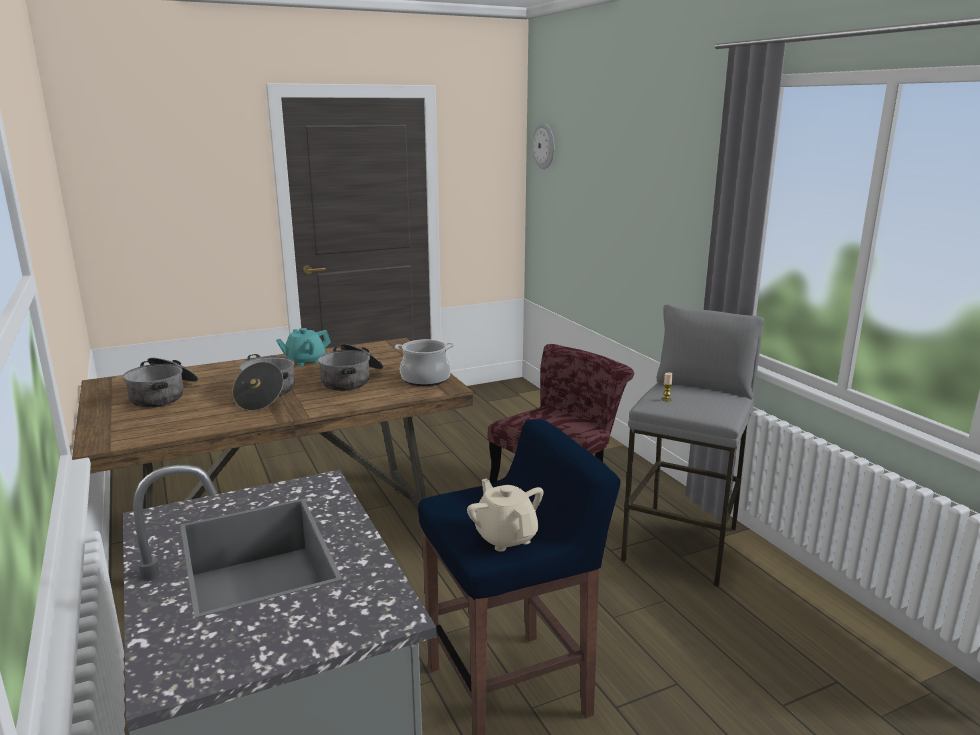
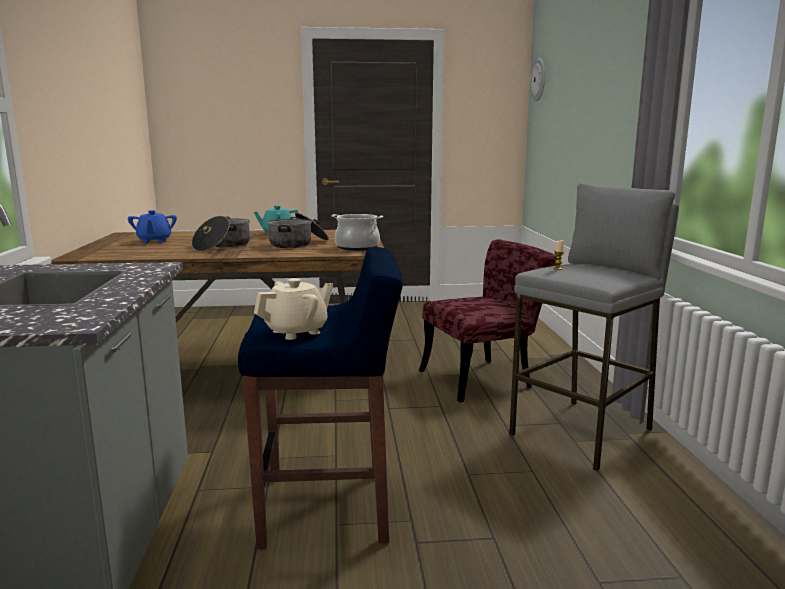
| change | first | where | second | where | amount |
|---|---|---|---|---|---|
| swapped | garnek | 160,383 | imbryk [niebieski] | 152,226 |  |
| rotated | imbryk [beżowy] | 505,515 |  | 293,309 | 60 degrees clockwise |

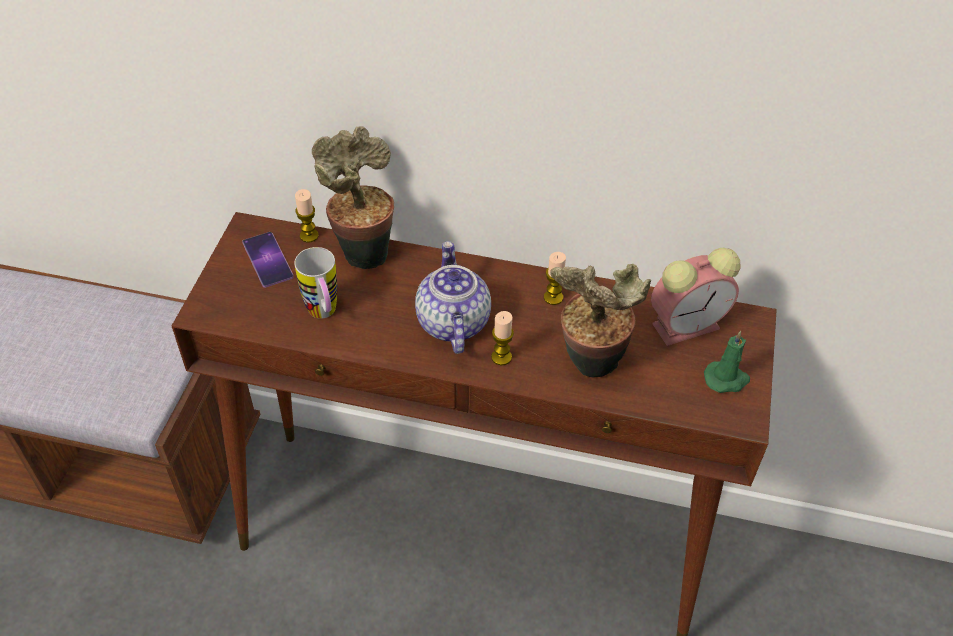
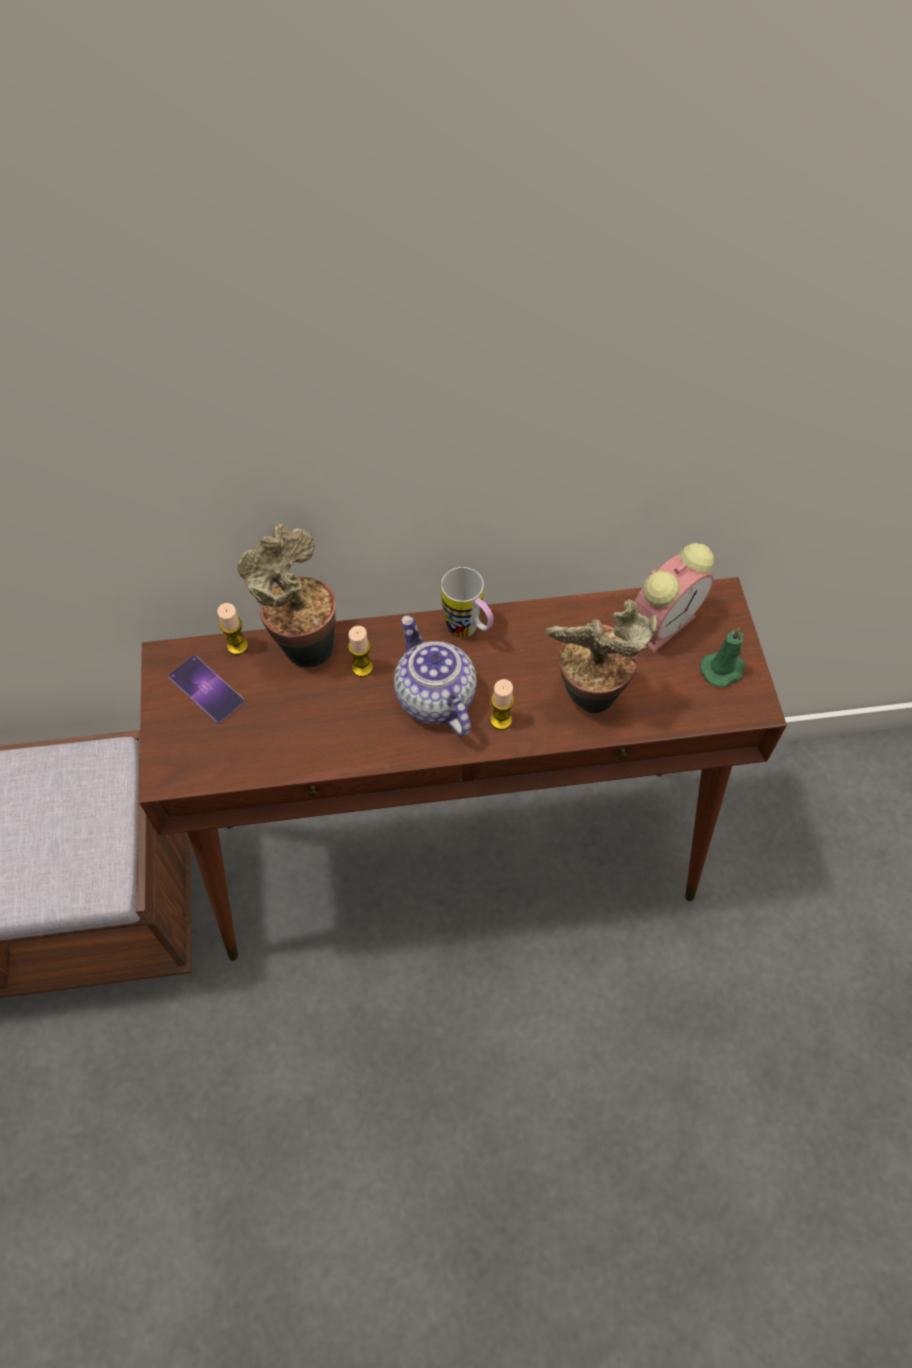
| change | first | where | second | where | amount |
|---|---|---|---|---|---|
| shifted | świeca | 555,278 |  | 360,651 |  |
| shifted | kubek | 315,283 |  | 467,602 |  |

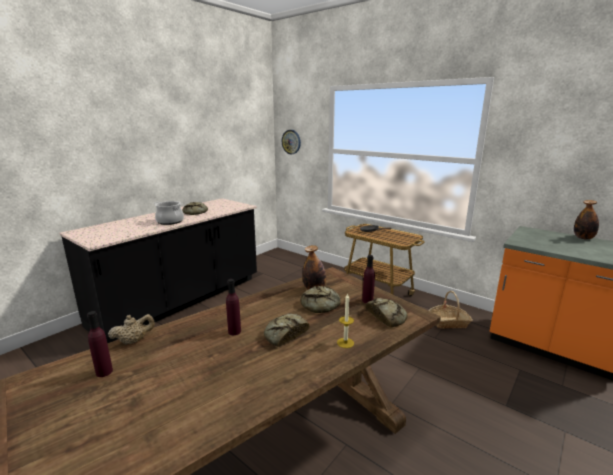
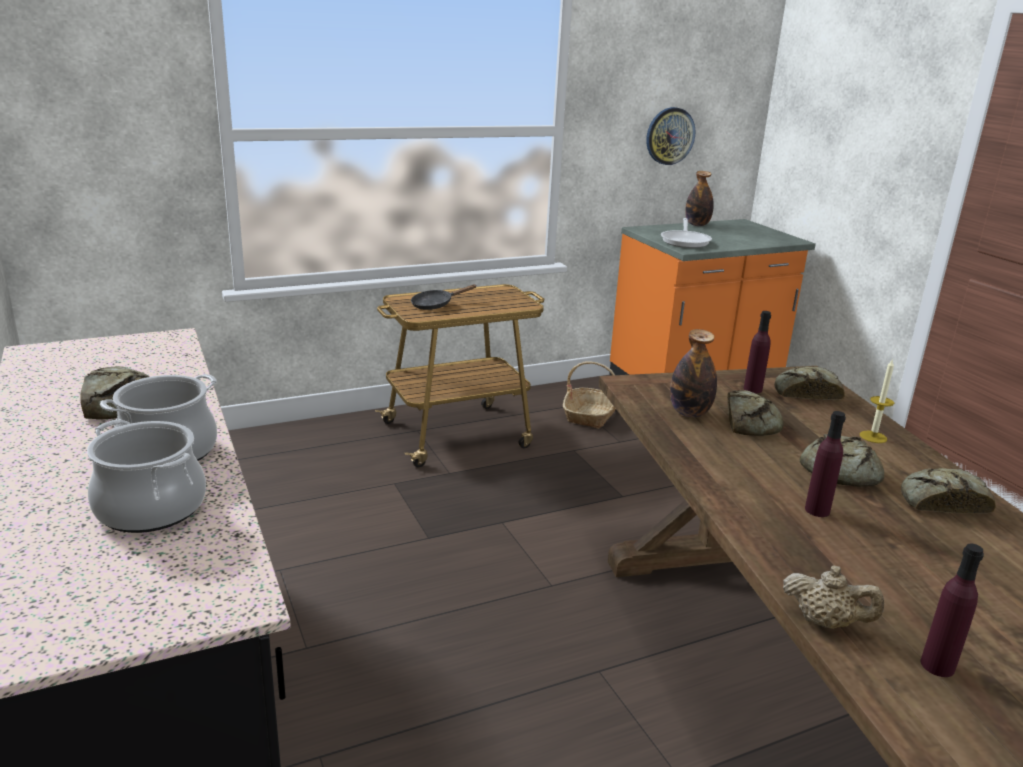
| change | first | where | second | where | amount |
|---|---|---|---|---|---|
| new |  |  | garnek | 146,476 |  |
| shifted | zegar ścienny | 291,142 |  | 671,136 |  |
| new |  |  | patelnia | 686,233 |  |
| rotated | imbryk [beżowy] | 131,329 |  | 833,597 | 120 degrees clockwise |
| new |  |  | chleb | 948,490 |  |

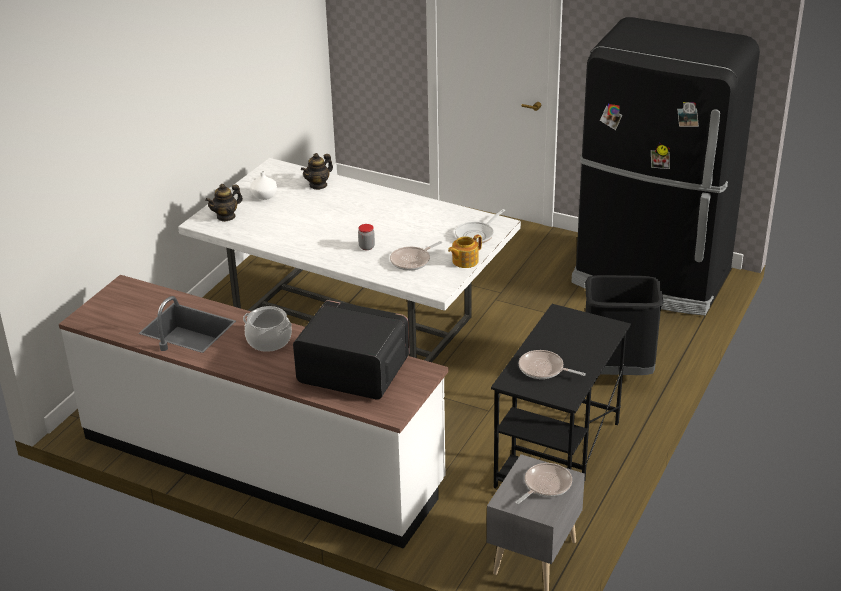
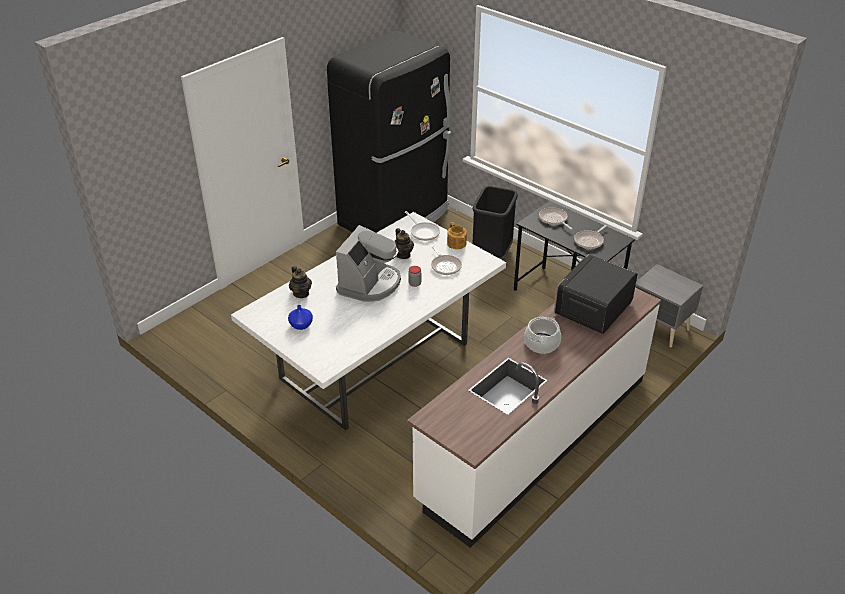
| change | first | where | second | where | amount |
|---|---|---|---|---|---|
| repainted | wazon [biały] | 263,185 | wazon [niebieski] | 300,317 |  |
| new |  |  | ekspres do kawy | 368,263 |  |
| shifted | imbryk | 224,203 |  | 404,243 |  |
| shifted | patelnia | 543,483 |  | 555,218 |  |

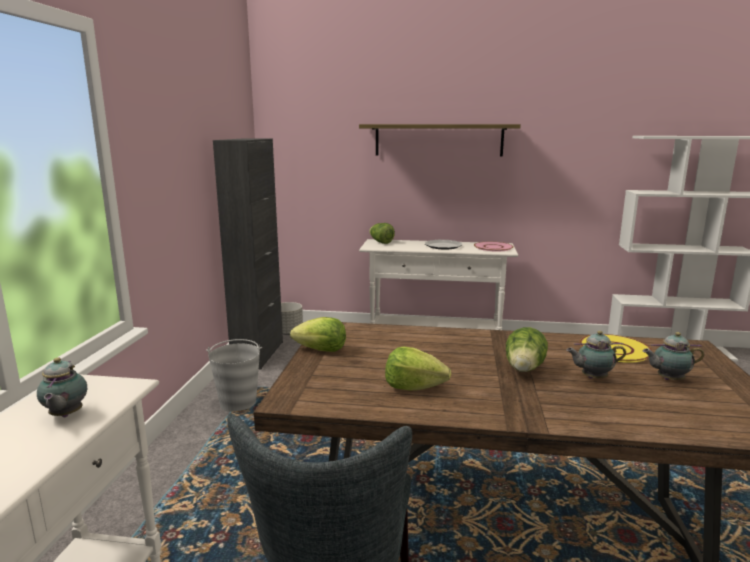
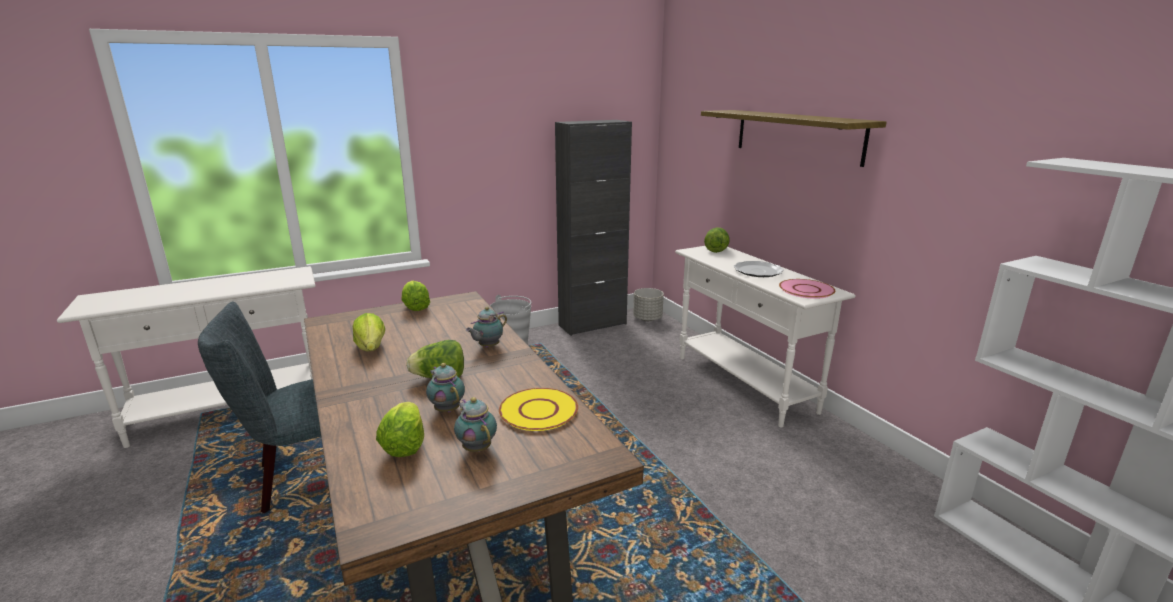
| change | first | where | second | where | amount |
|---|---|---|---|---|---|
| new |  |  | sałata | 400,429 |  |
| shifted | imbryk | 62,387 |  | 486,327 |  |

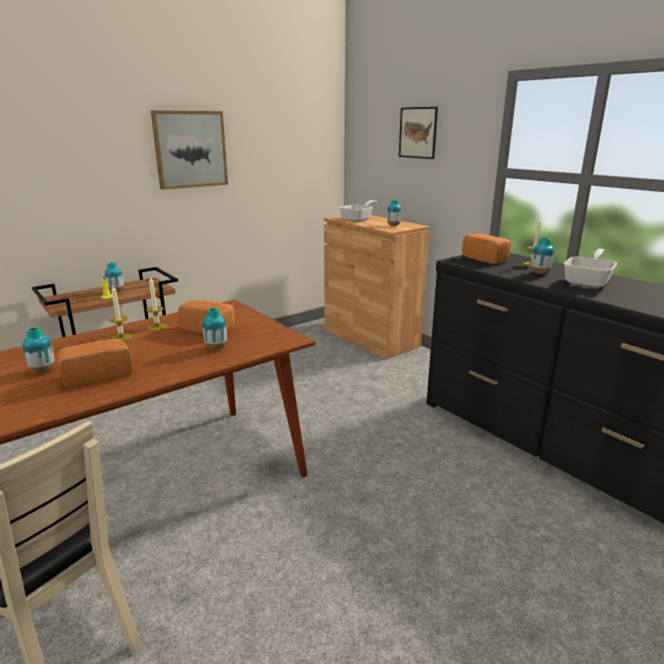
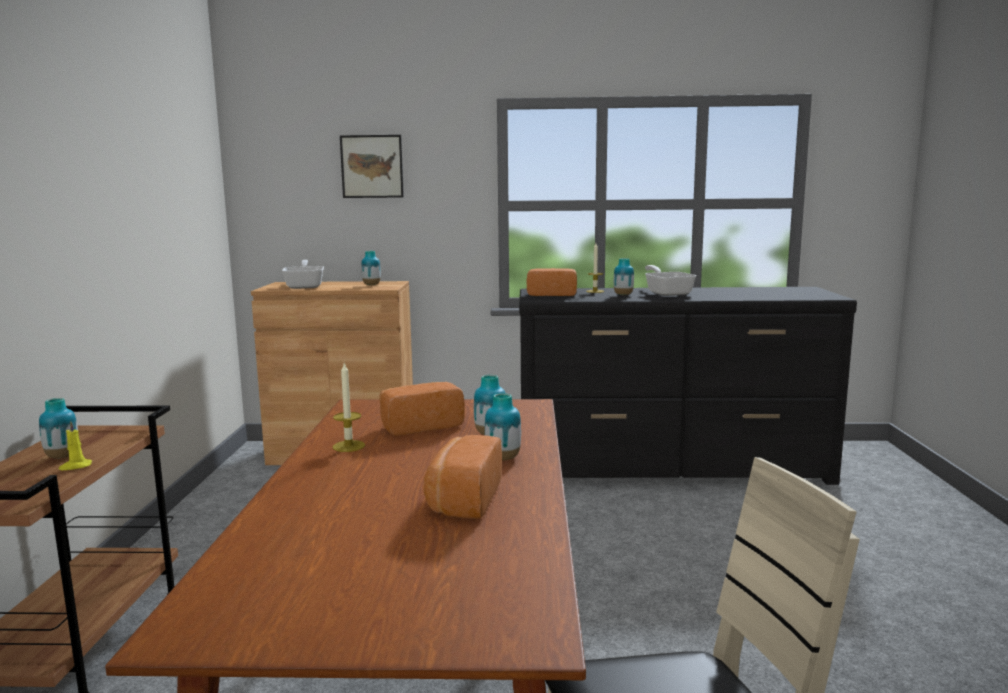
| change | first | where | second | where | amount |
|---|---|---|---|---|---|
| shifted | wazon | 38,350 |  | 503,426 |  |
| gone | świeca | 120,313 |  |  |  |
| gone | obraz | 189,150 |  |  |  |

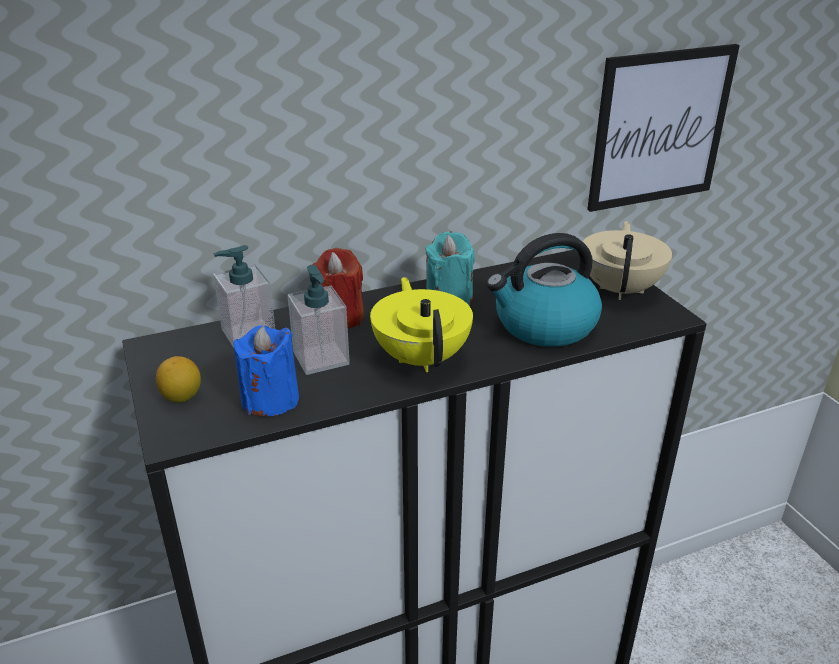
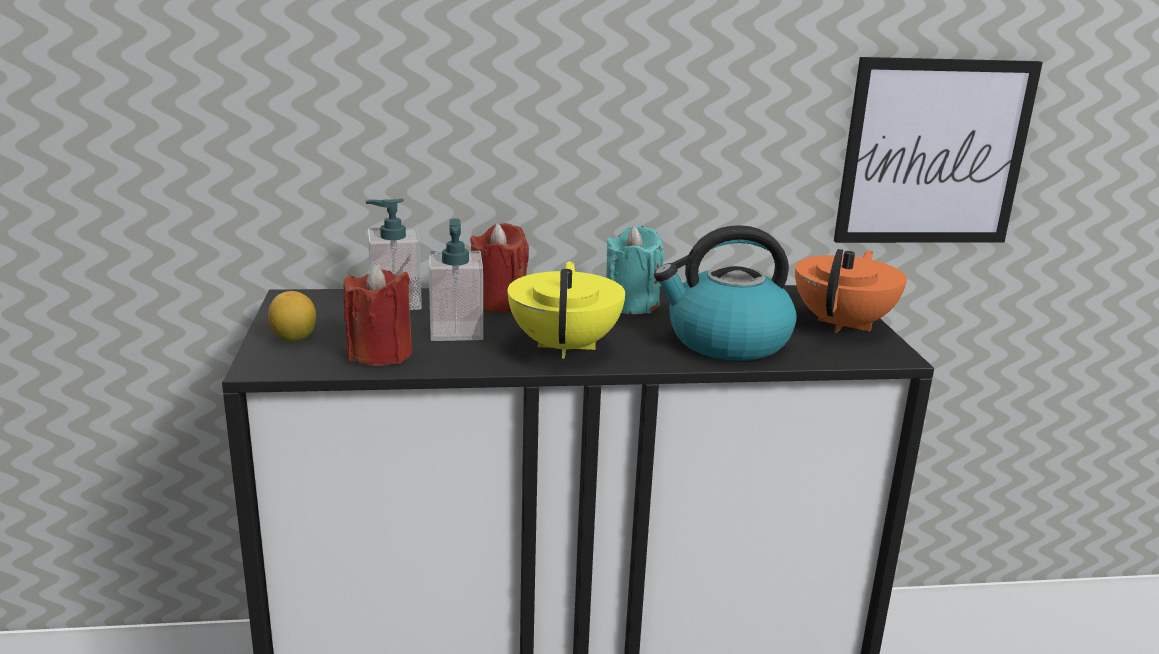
| change | first | where | second | where | amount |
|---|---|---|---|---|---|
| repainted | świeca [niebieski] | 266,371 | świeca [czerwony] | 377,315 |  |
| repainted | imbryk [beżowy] | 627,260 | imbryk [pomarańczowy] | 851,291 |  |

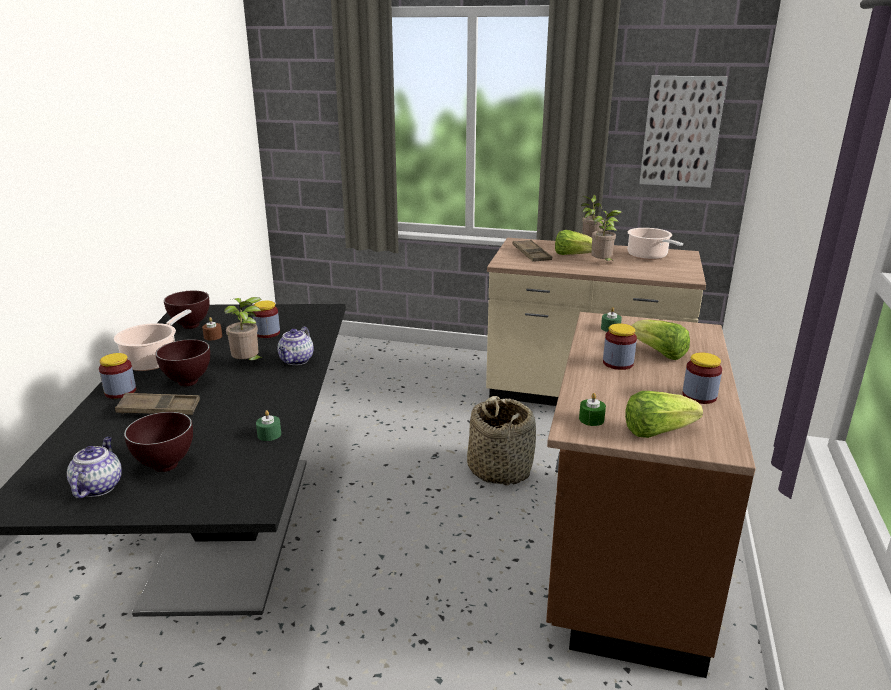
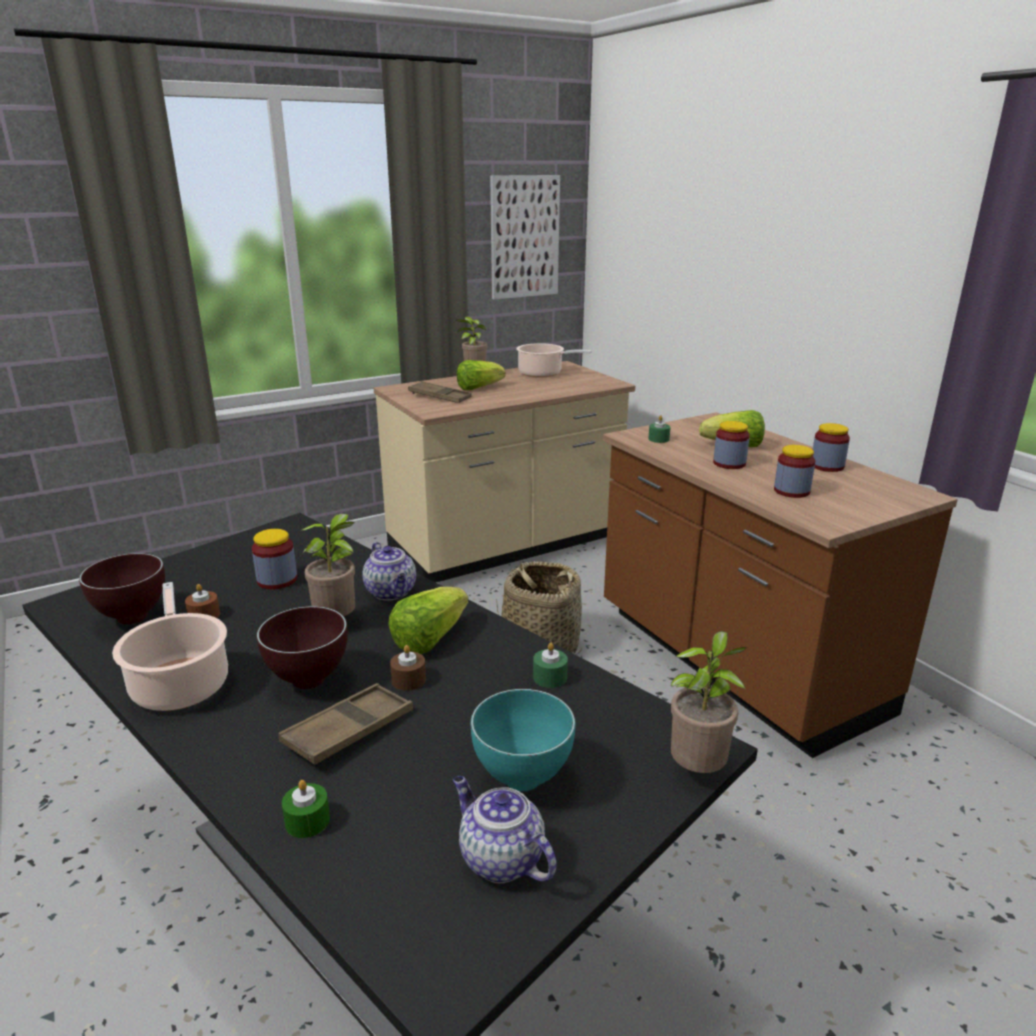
| change | first | where | second | where | amount |
|---|---|---|---|---|---|
| shifted | świeca [zielony] | 592,409 |  | 306,809 |  |
| shifted | sałata | 664,414 |  | 428,620 |  |
| new |  |  | świeca [brązowy] | 408,668 |  |
| repainted | miska [brązowy] | 158,442 | miska [turkusowy] | 523,740 |  |
| shifted | roślina doniczkowa | 606,235 |  | 709,702 |  |
| shifted | słoik | 117,376 |  | 794,471 |  |

